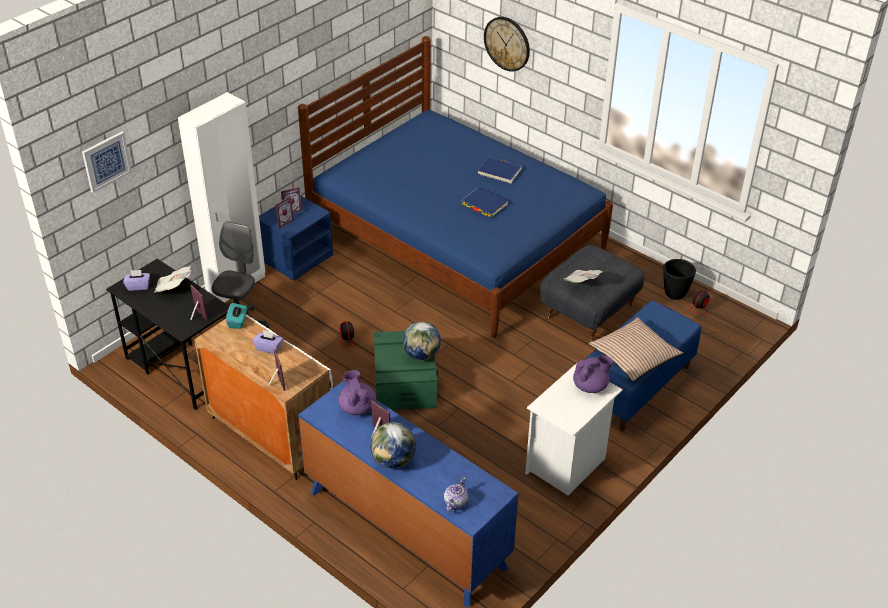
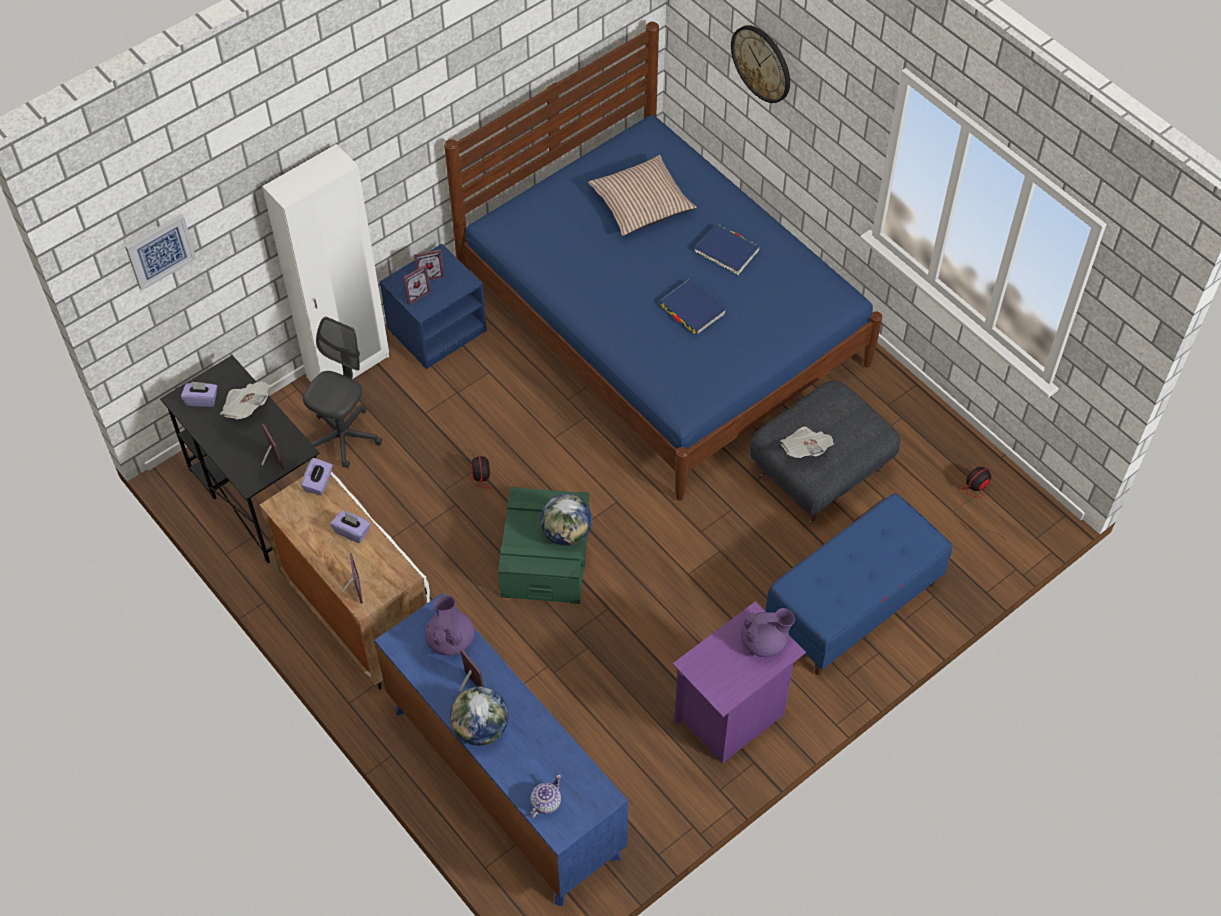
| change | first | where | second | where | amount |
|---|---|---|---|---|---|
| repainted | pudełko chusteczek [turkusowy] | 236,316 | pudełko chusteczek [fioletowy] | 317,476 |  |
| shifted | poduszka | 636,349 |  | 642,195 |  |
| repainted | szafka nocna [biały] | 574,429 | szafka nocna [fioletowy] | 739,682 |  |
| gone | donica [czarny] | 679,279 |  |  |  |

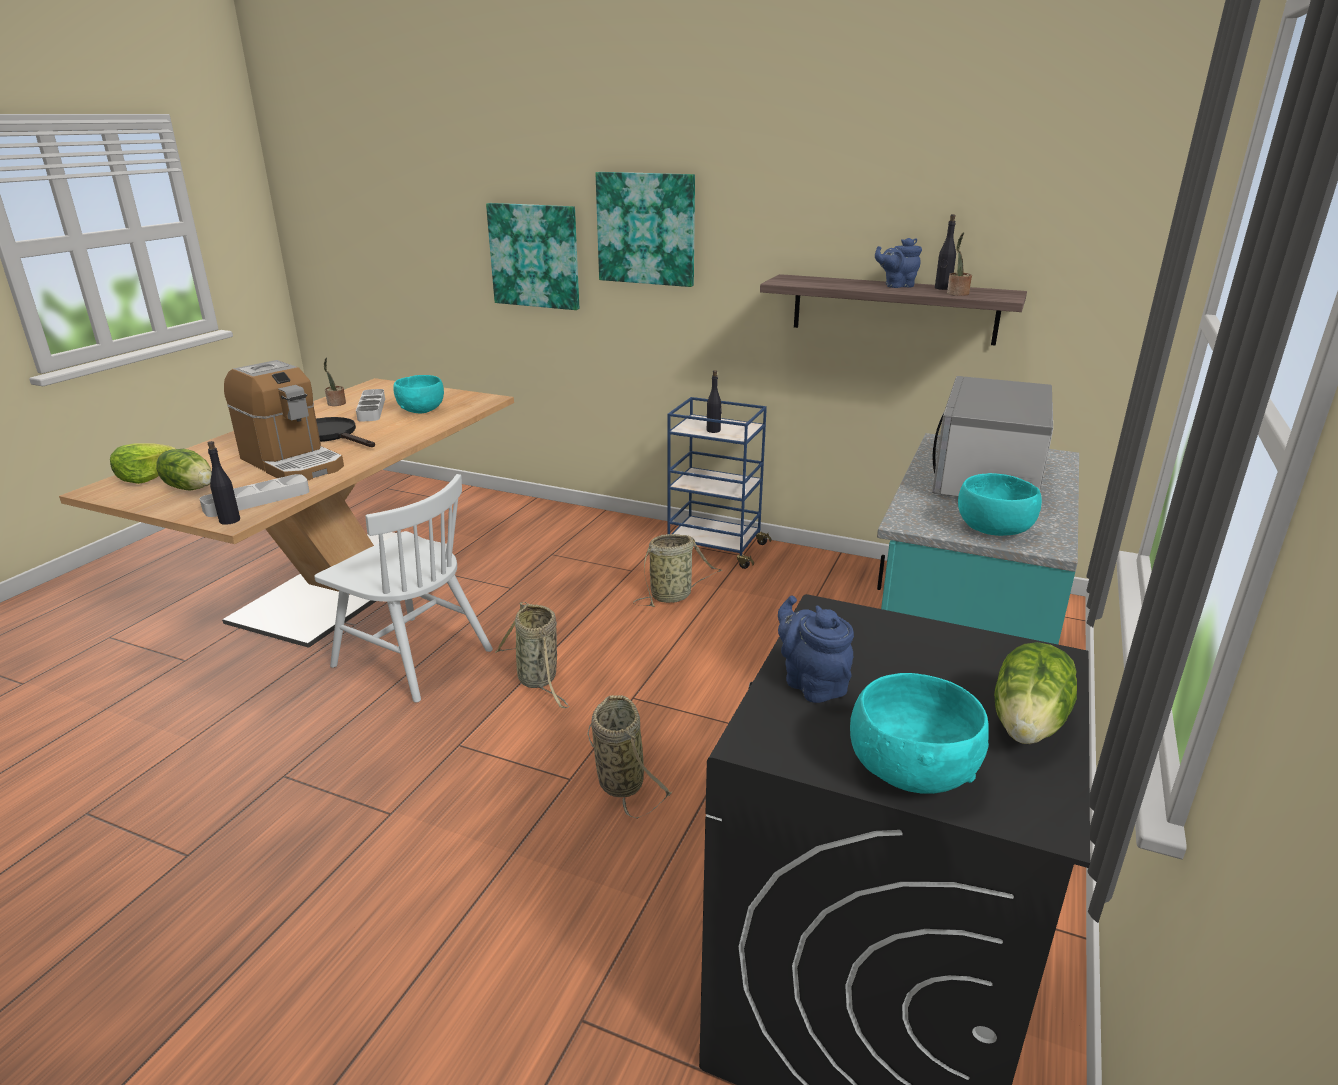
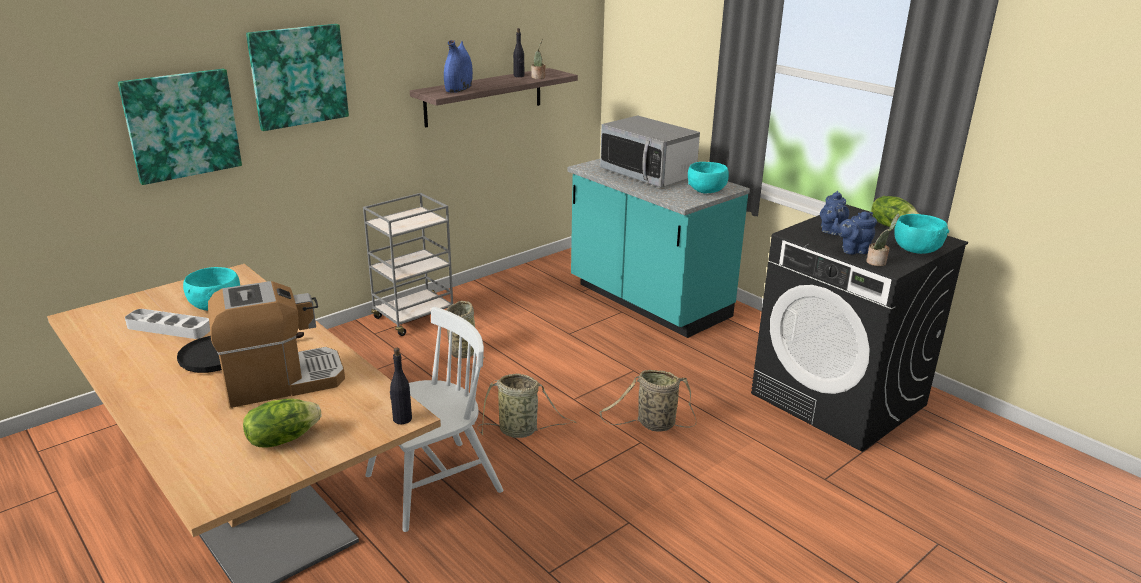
| change | first | where | second | where | amount |
|---|---|---|---|---|---|
| repainted | wózek [niebieski] | 720,483 | wózek [szary] | 408,264 |  |
| new |  |  | wazon [niebieski] | 458,66 |  |
| shifted | imbryk [niebieski] | 898,263 |  | 834,213 |  |
| shifted | roślina doniczkowa | 334,381 |  | 883,240 |  |
| gone | sałata | 143,463 |  |  |  |
| gone | taca [szary] | 254,495 |  |  |  |
| gone | butelka [czarny] | 714,401 |  |  |  |

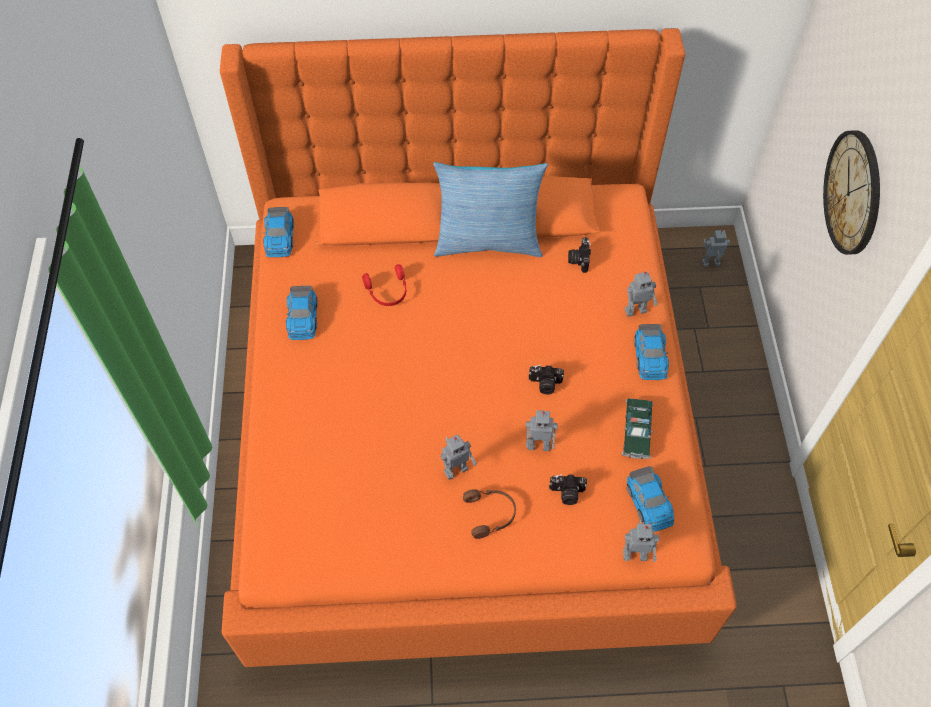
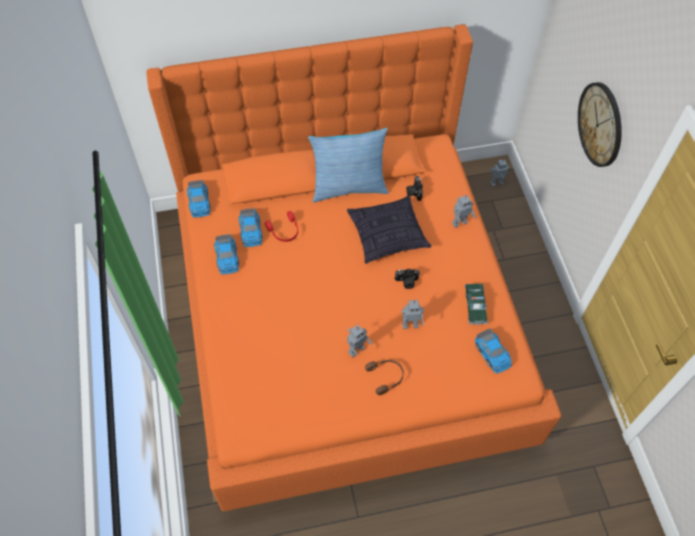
| change | first | where | second | where | amount |
|---|---|---|---|---|---|
| shifted | samochodzik | 651,352 |  | 250,227 |  |
| new |  |  | poduszka | 389,230 |  |
| gone | aparat fotograficzny | 568,489 |  |  |  |
| gone | robot zabawkowy | 641,540 |  |  |  |

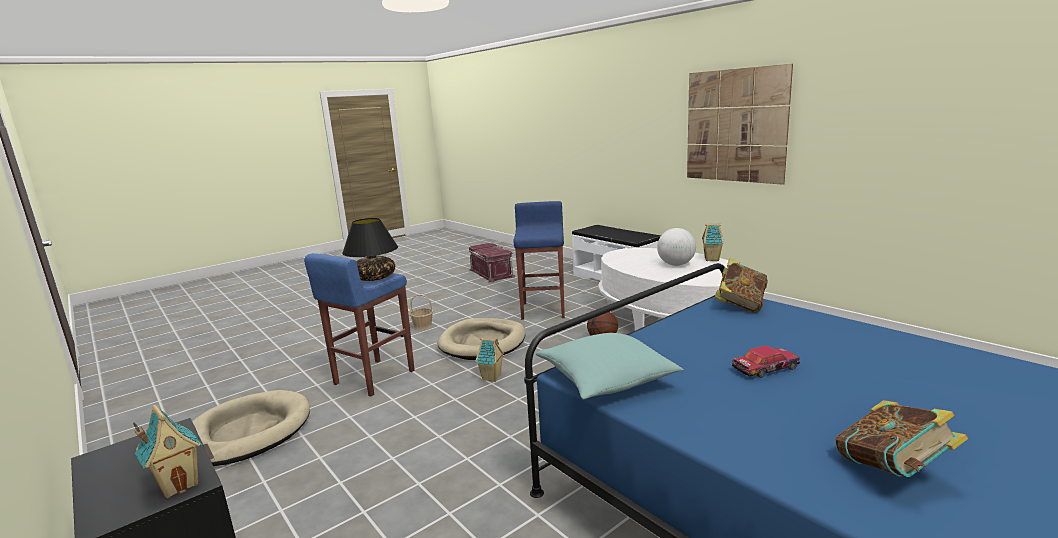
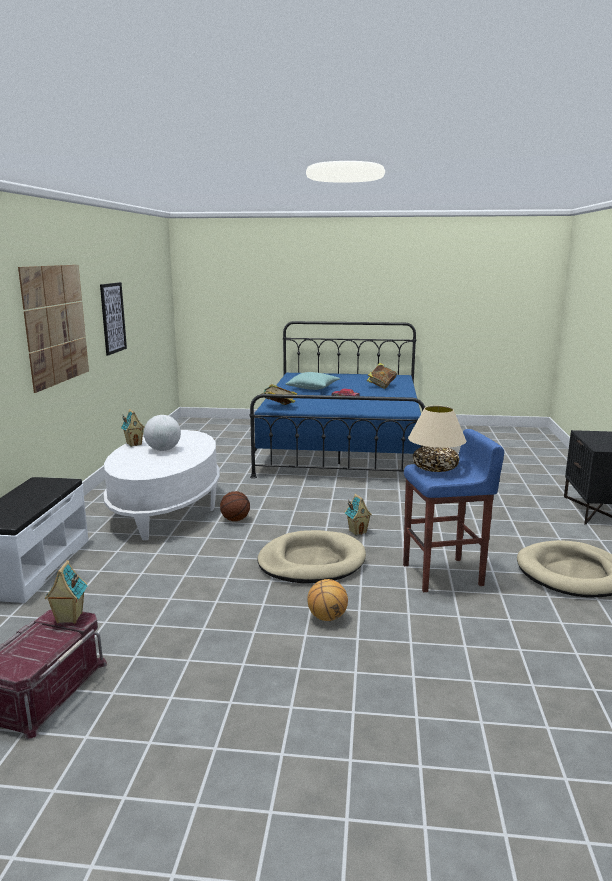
| change | first | where | second | where | amount |
|---|---|---|---|---|---|
| shifted | domek | 167,451 |  | 66,592 |  |
| new |  |  | obraz | 113,319 |  |
| shifted | poduszka [turkusowy] | 610,366 |  | 313,381 |  |
| swapped | koszyk | 421,312 | piłka do koszykówki | 327,600 |  |
| repainted | lampa stołowa [czarny] | 370,249 | lampa stołowa [beżowy] | 437,439 |  |
| gone | stołek [niebieski] | 539,260 |  |  |  |

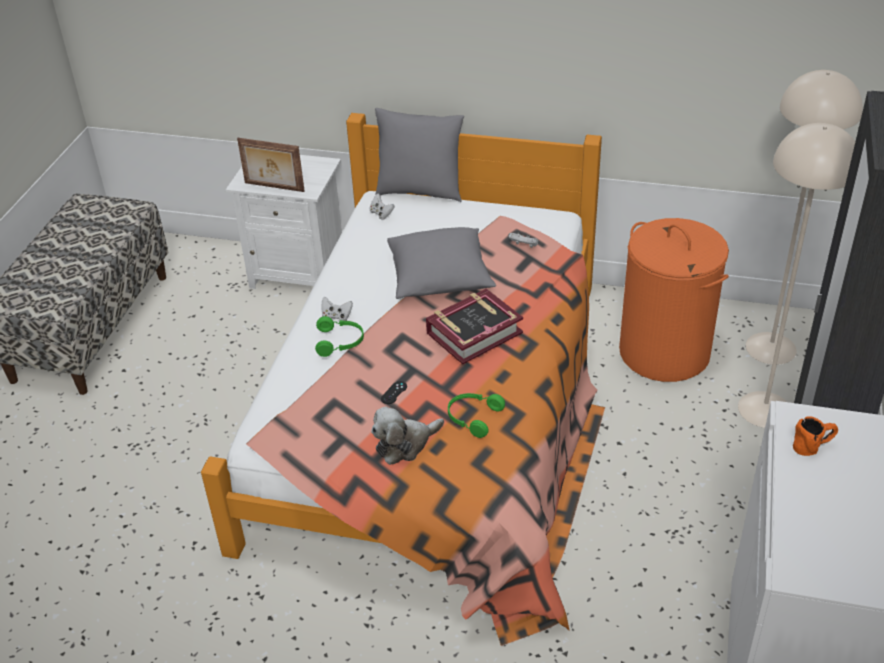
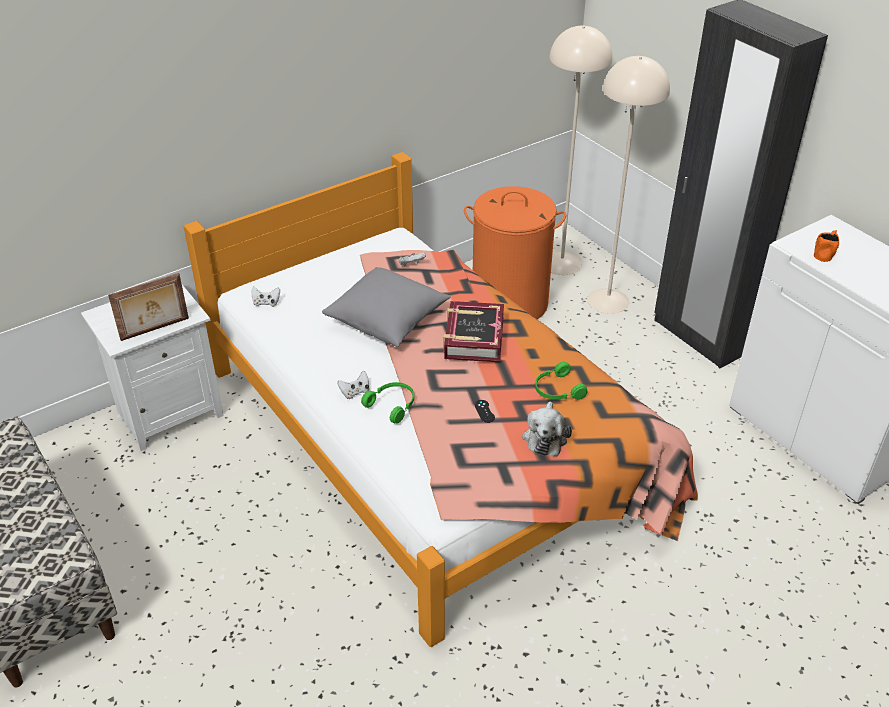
| change | first | where | second | where | amount |
|---|---|---|---|---|---|
| gone | poduszka [szary] | 419,155 |  |  |  |

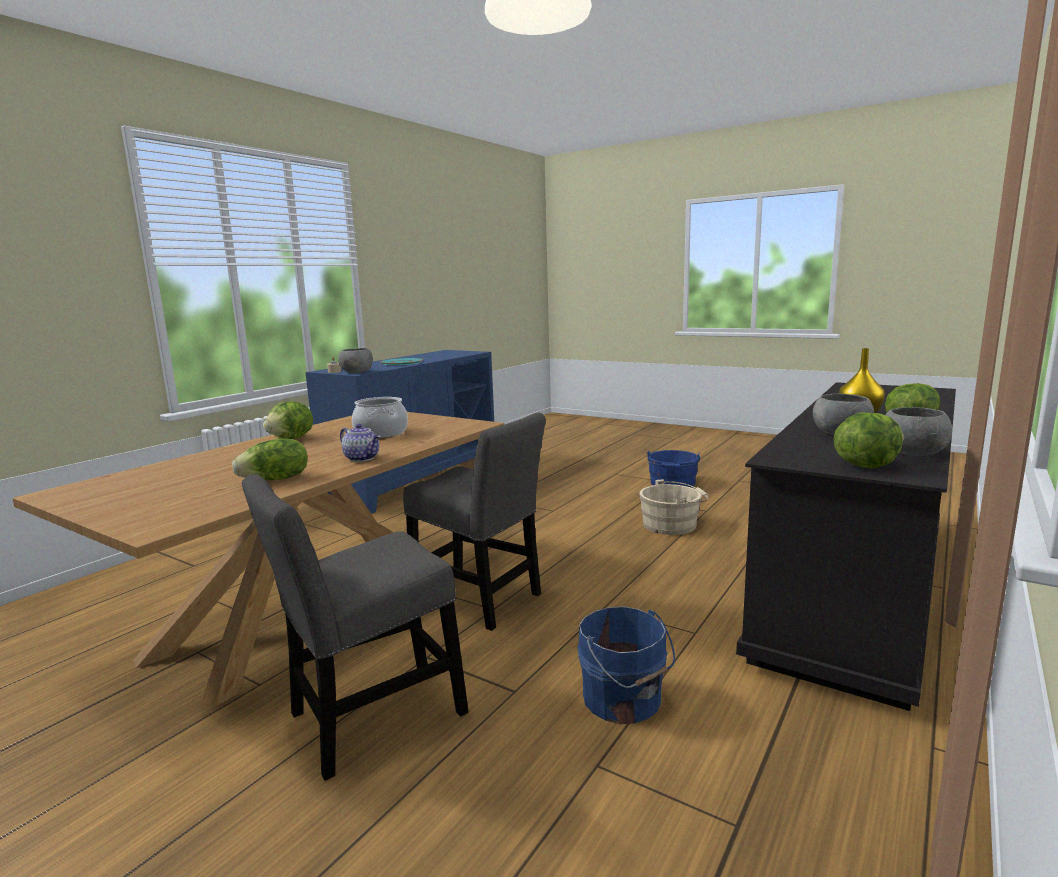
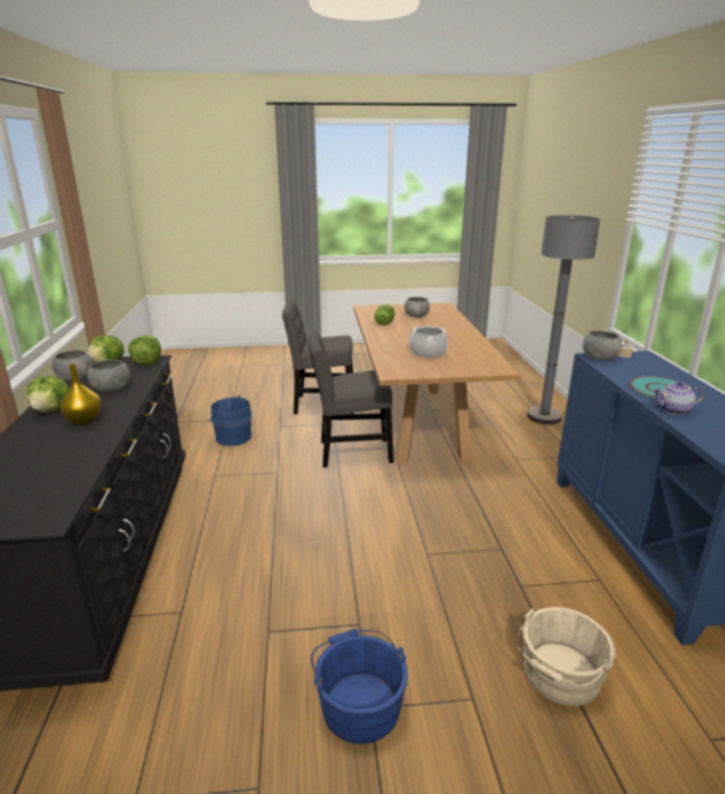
| change | first | where | second | where | amount |
|---|---|---|---|---|---|
| shifted | sałata | 288,420 |  | 144,350 |  |
| rotated | krzesło [szary] | 355,627 |  | 318,357 | 105 degrees counterclockwise |
| new |  |  | miska [szary] | 417,307 |  |
| shifted | wiadro [beżowy] | 673,507 |  | 566,656 |  |
| new |  |  | lampa stojąca [szary] | 564,320 |  |
| shifted | imbryk | 360,443 |  | 678,398 |  |

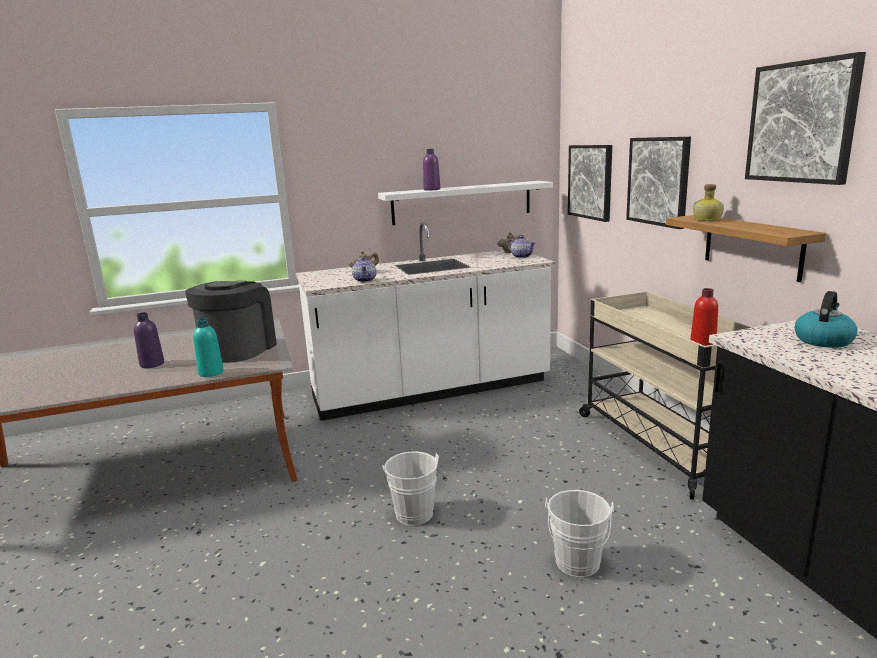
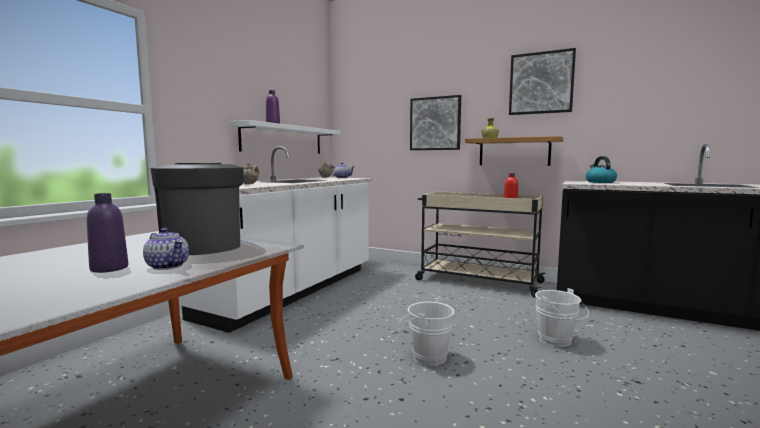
| change | first | where | second | where | amount |
|---|---|---|---|---|---|
| shifted | imbryk | 364,269 |  | 166,249 |  |
| gone | butelka [turkusowy] | 208,347 |  |  |  |
| gone | obraz | 590,183 |  |  |  |

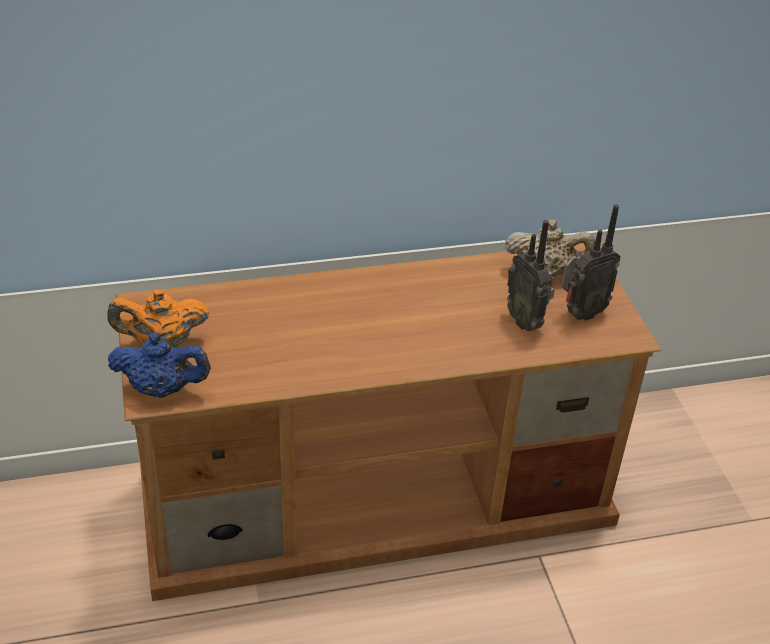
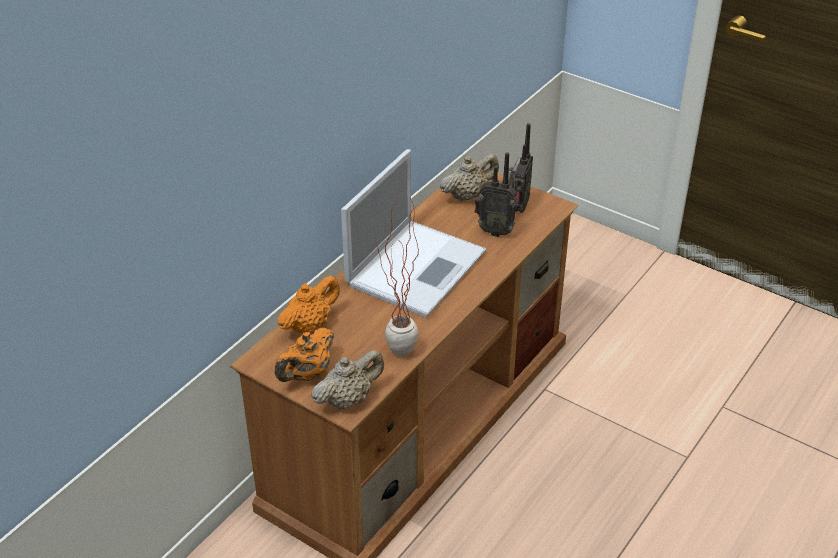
| change | first | where | second | where | amount |
|---|---|---|---|---|---|
| new |  |  | imbryk [pomarańczowy] | 309,304 |  |
| repainted | imbryk [niebieski] | 159,365 | imbryk [beżowy] | 348,380 |  |
| new |  |  | laptop | 413,233 |  |
| new |  |  | roślina doniczkowa | 395,276 |  |

